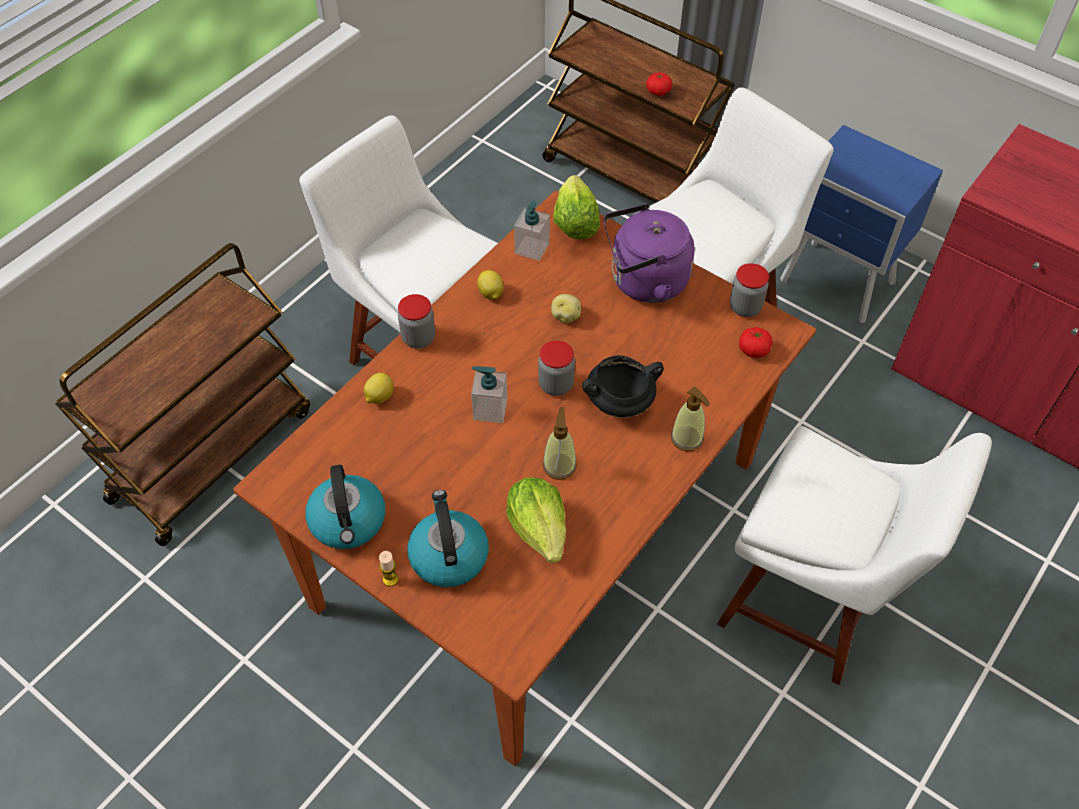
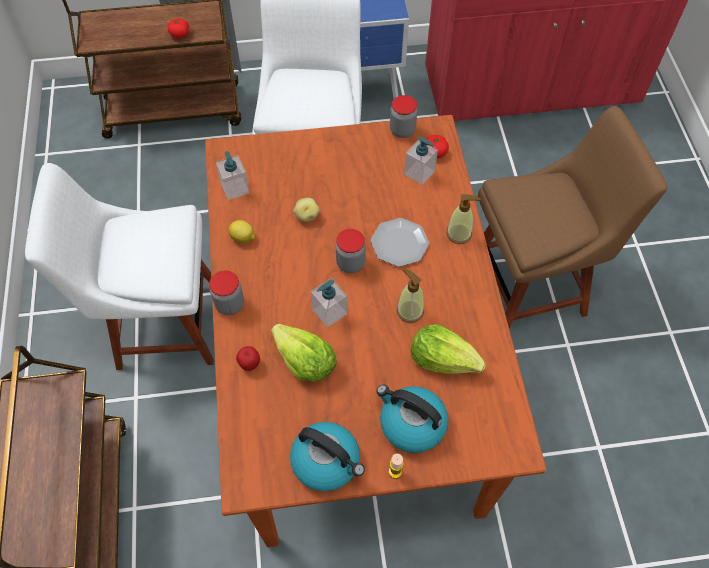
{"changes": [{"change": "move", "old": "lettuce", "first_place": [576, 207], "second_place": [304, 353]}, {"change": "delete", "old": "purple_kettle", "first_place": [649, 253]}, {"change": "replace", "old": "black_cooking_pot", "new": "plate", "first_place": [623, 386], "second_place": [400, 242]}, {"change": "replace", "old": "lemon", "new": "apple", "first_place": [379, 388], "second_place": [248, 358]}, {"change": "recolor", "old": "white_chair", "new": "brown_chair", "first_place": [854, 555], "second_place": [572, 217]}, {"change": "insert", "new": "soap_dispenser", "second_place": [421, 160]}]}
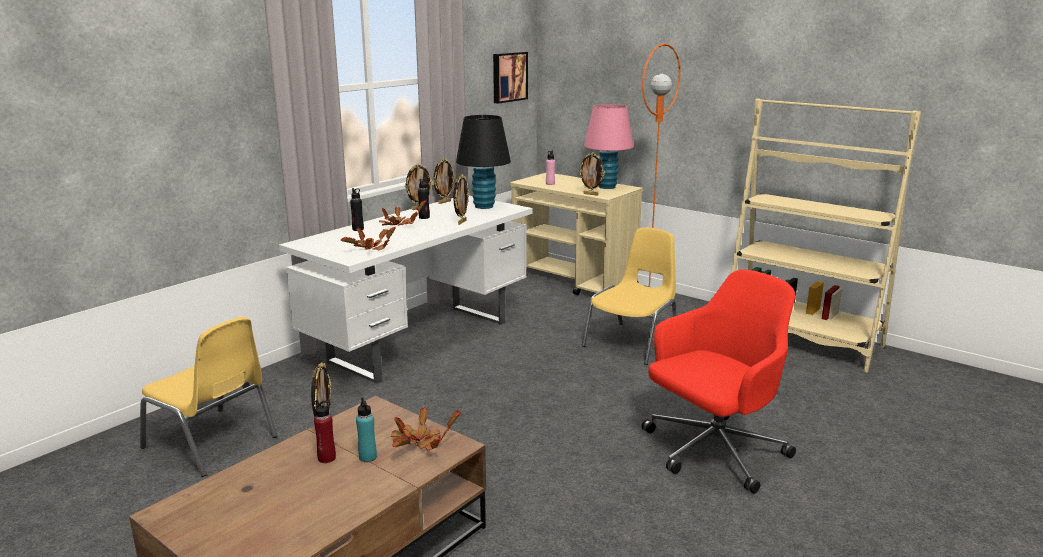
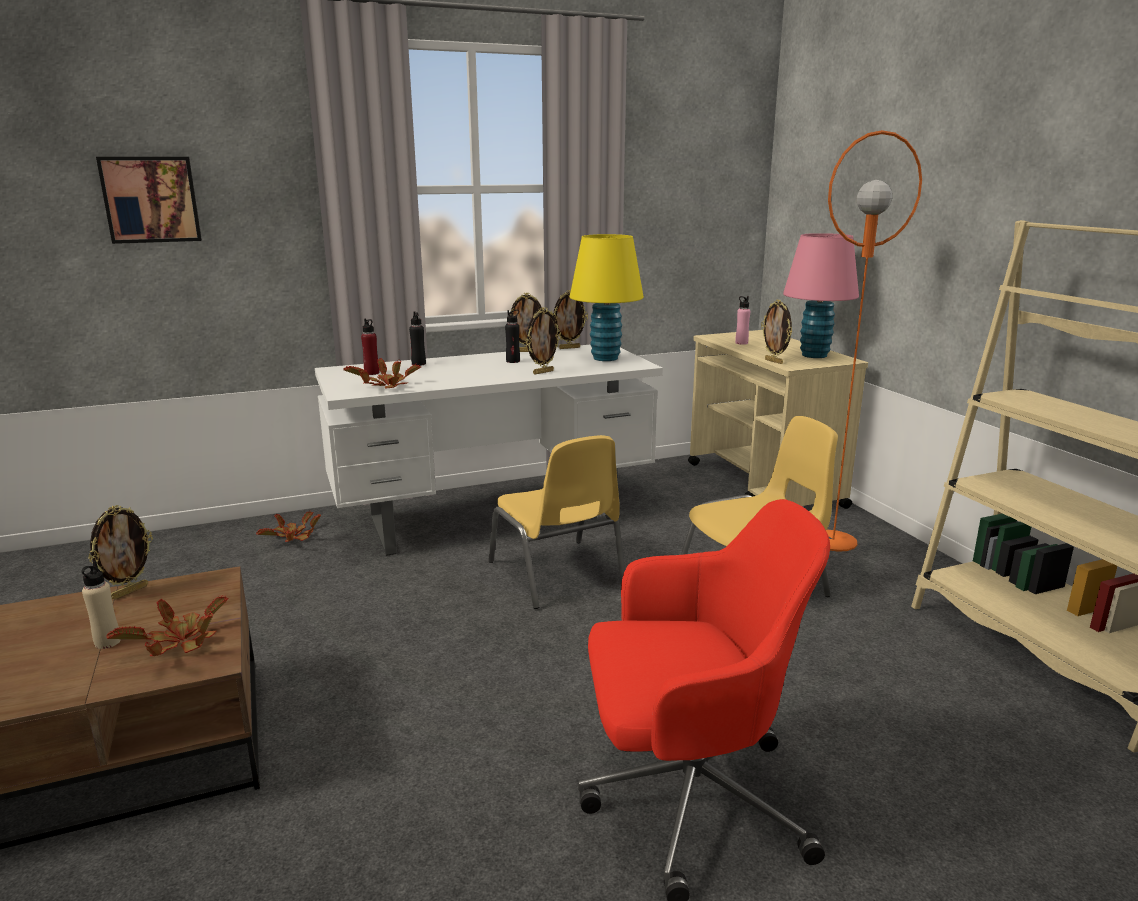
{"changes": [{"change": "move", "old": "picture", "first_place": [510, 78], "second_place": [149, 200]}, {"change": "recolor", "old": "black_table_lamp", "new": "yellow_table_lamp", "first_place": [483, 162], "second_place": [607, 297]}, {"change": "move", "old": "potted_plant", "first_place": [402, 213], "second_place": [288, 526]}, {"change": "move", "old": "yellow_chair", "first_place": [209, 397], "second_place": [556, 522]}, {"change": "recolor", "old": "turquoise_bottle", "new": "beige_bottle", "first_place": [366, 430], "second_place": [101, 605]}, {"change": "move", "old": "red_bottle", "first_place": [325, 431], "second_place": [370, 346]}]}
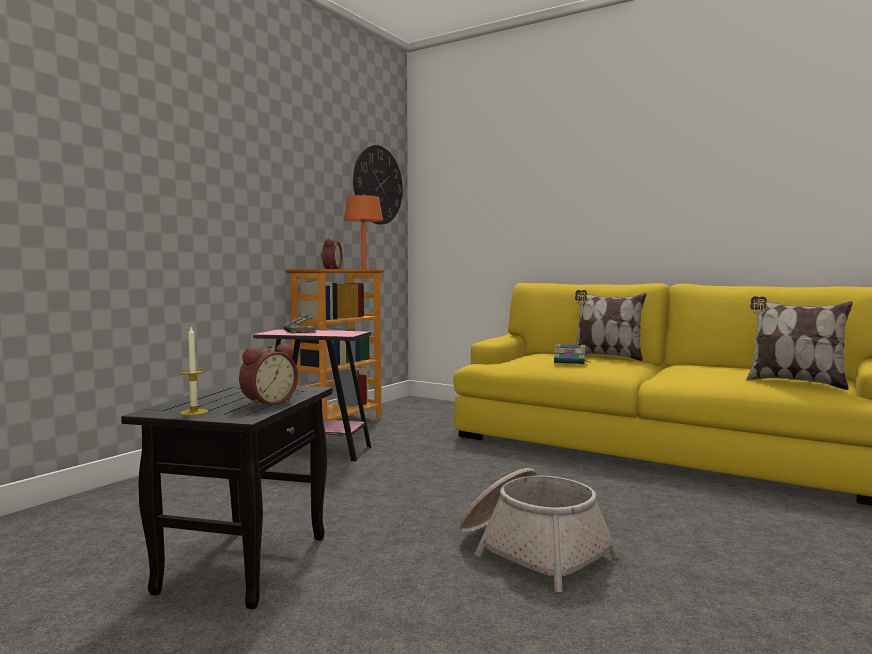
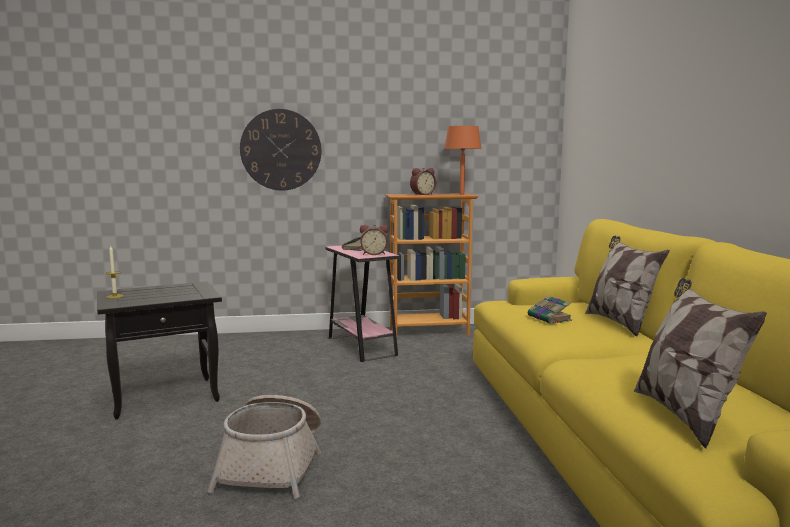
{"changes": [{"change": "move", "old": "wall_clock", "first_place": [378, 184], "second_place": [280, 150]}, {"change": "move", "old": "alarm_clock", "first_place": [268, 375], "second_place": [374, 240]}]}
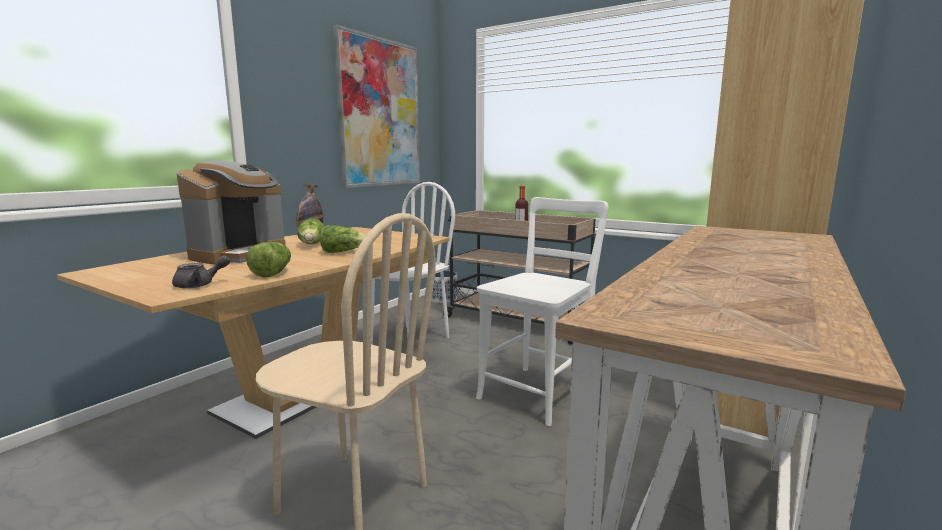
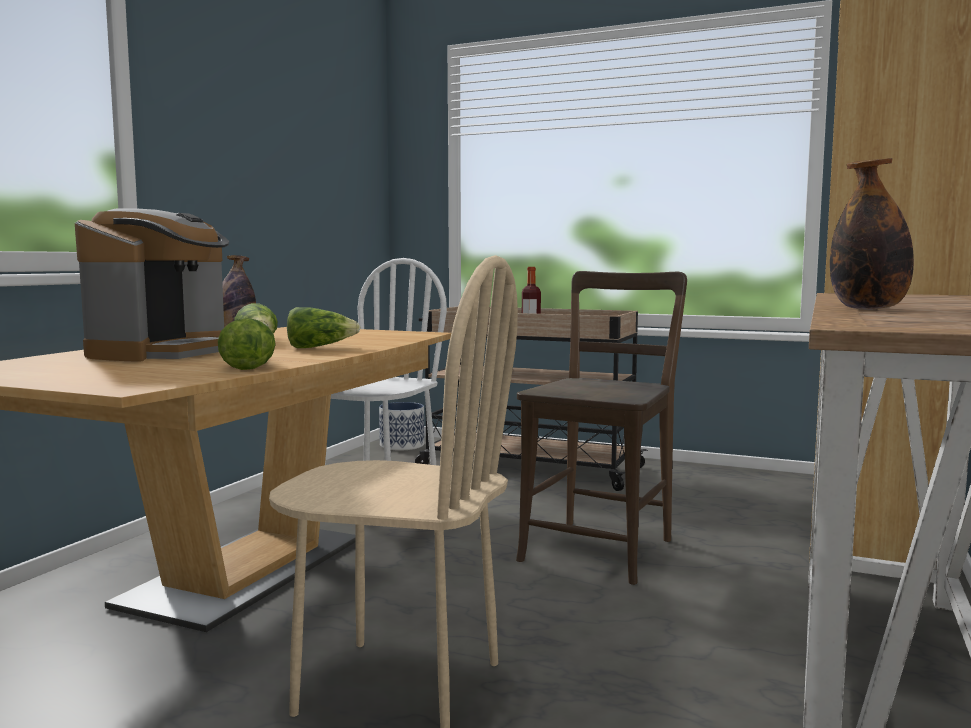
{"changes": [{"change": "delete", "old": "picture", "first_place": [376, 106]}, {"change": "recolor", "old": "white_chair", "new": "brown_chair", "first_place": [542, 311], "second_place": [601, 428]}, {"change": "delete", "old": "grey_teapot", "first_place": [201, 272]}, {"change": "insert", "new": "bottle", "second_place": [872, 233]}]}
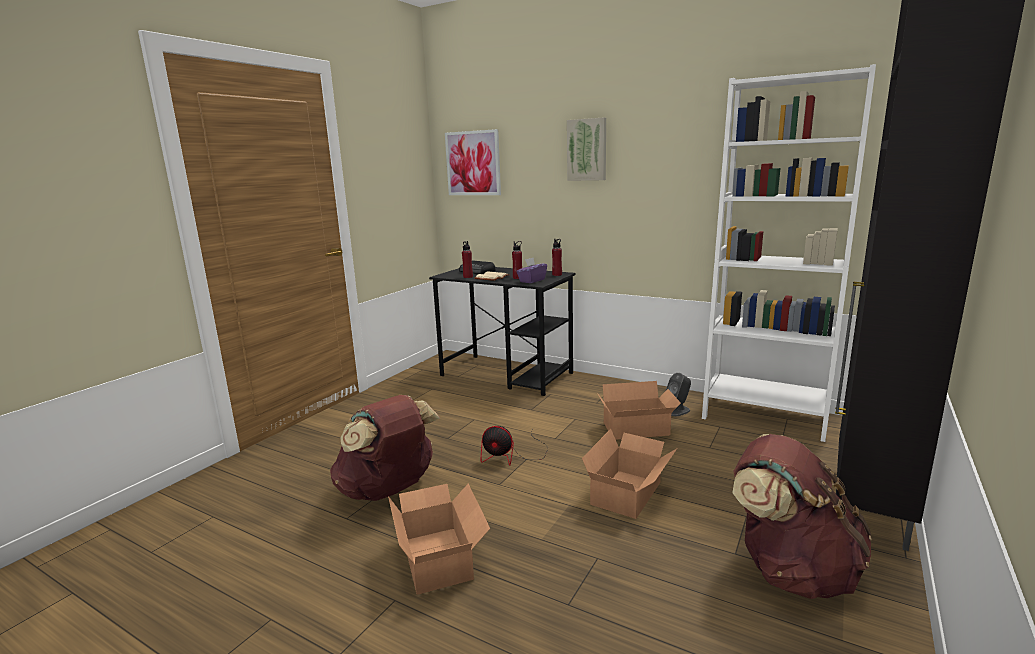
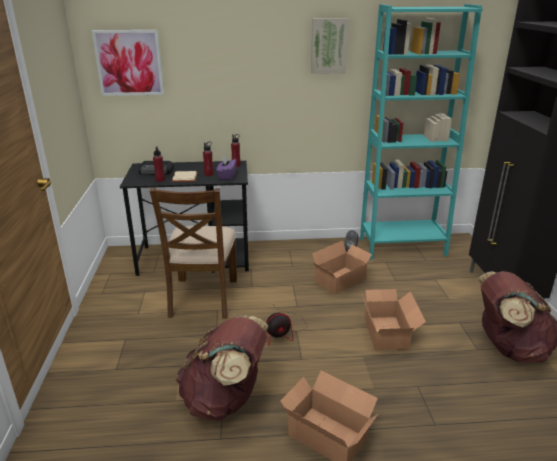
{"changes": [{"change": "recolor", "old": "white_bookcase", "new": "turquoise_bookcase", "first_place": [789, 253], "second_place": [421, 131]}, {"change": "move", "old": "picture", "first_place": [586, 149], "second_place": [330, 46]}, {"change": "insert", "new": "brown_chair", "second_place": [193, 253]}]}
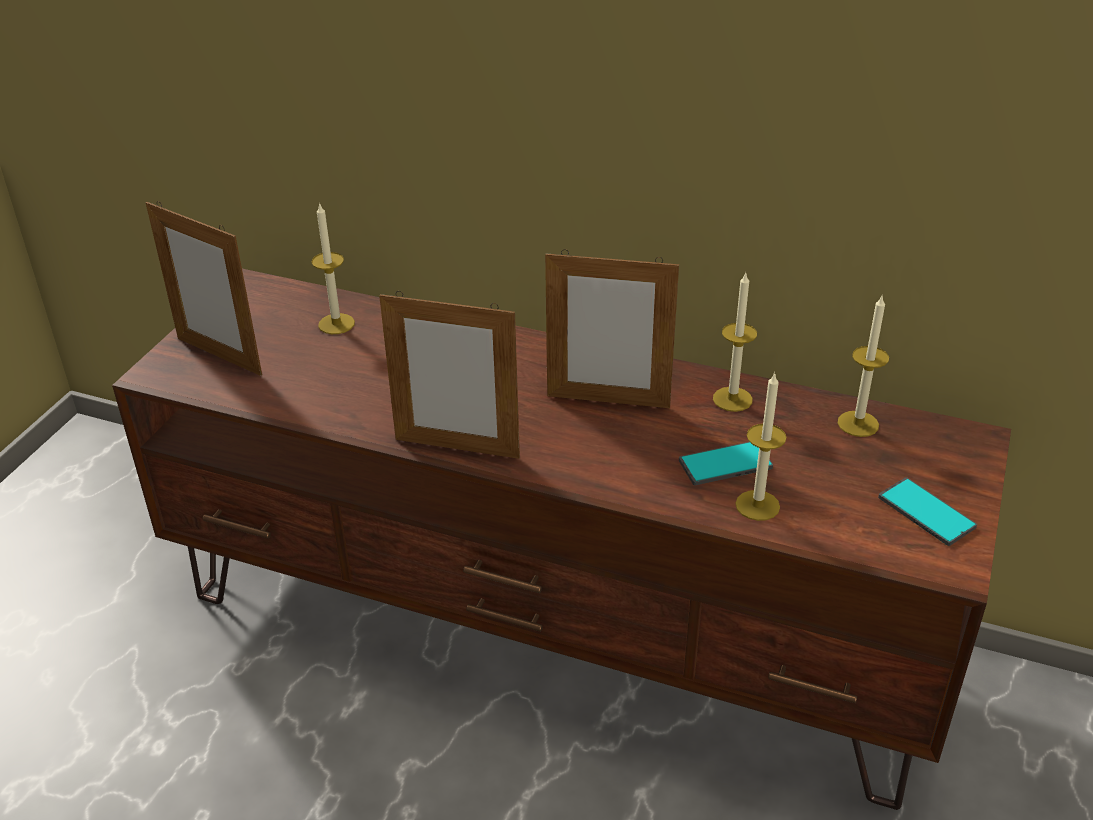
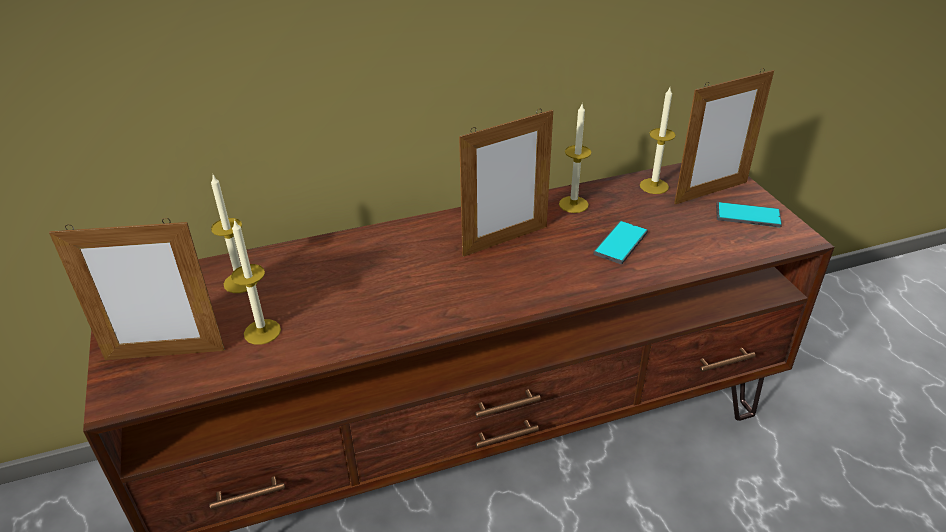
{"changes": [{"change": "move", "old": "picture_frame", "first_place": [449, 375], "second_place": [724, 136]}, {"change": "move", "old": "candle", "first_place": [761, 446], "second_place": [256, 282]}]}
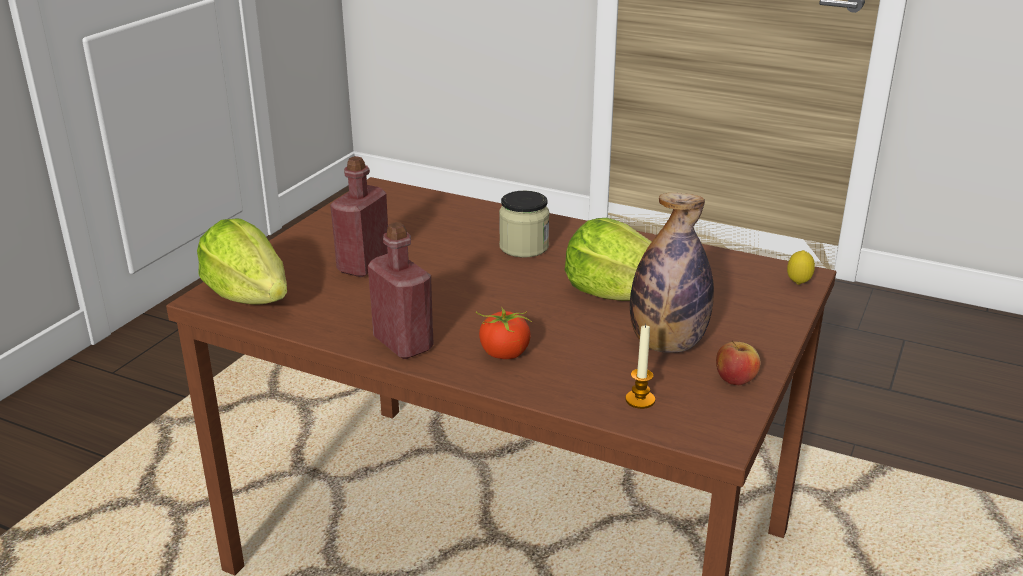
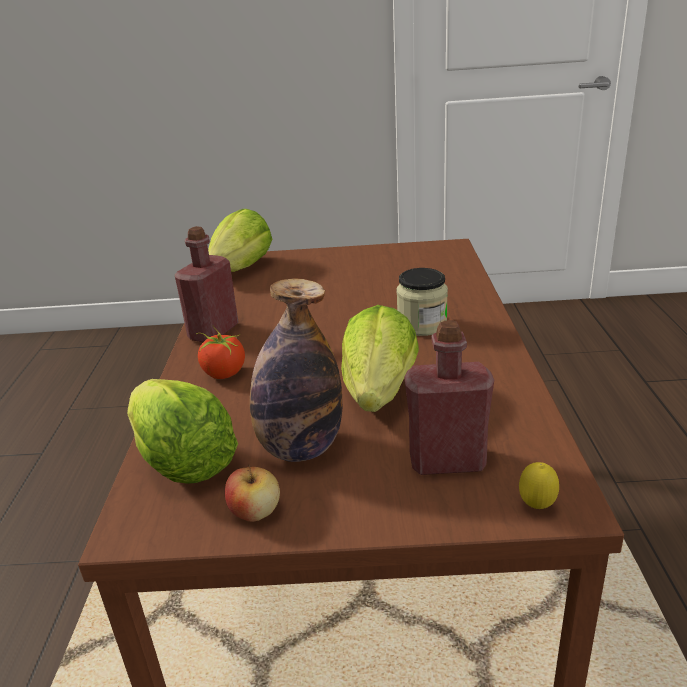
{"changes": [{"change": "move", "old": "red_bottle", "first_place": [359, 216], "second_place": [449, 397]}, {"change": "replace", "old": "candle", "new": "lettuce", "first_place": [640, 366], "second_place": [182, 431]}]}
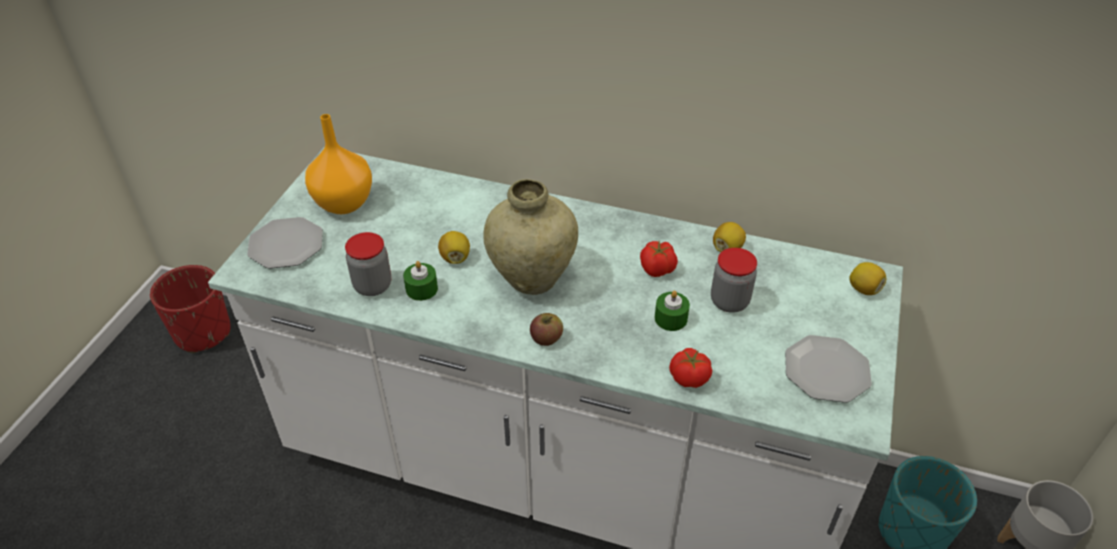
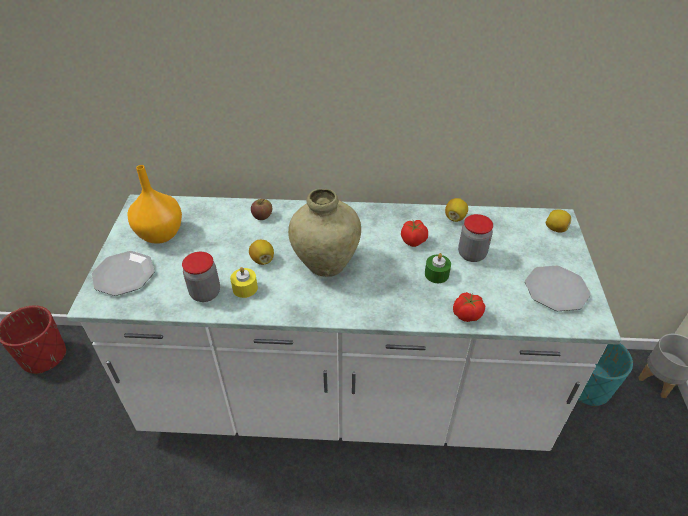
{"changes": [{"change": "recolor", "old": "green_candle", "new": "yellow_candle", "first_place": [420, 281], "second_place": [244, 282]}, {"change": "move", "old": "apple", "first_place": [546, 329], "second_place": [261, 209]}]}
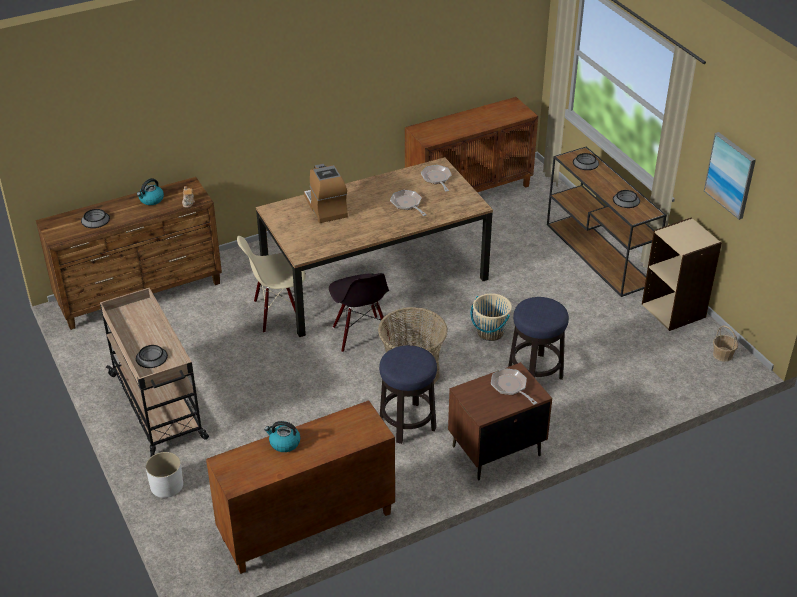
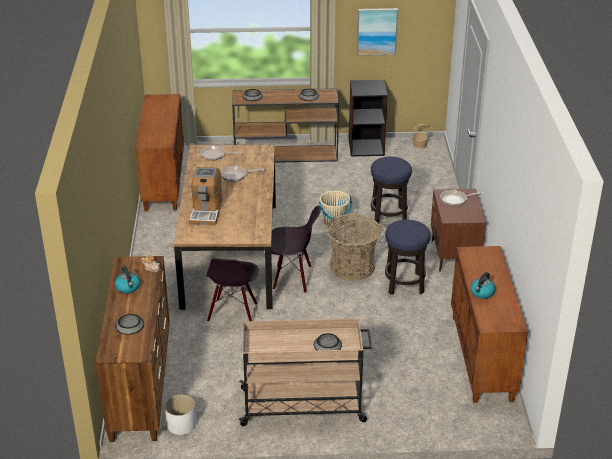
{"changes": [{"change": "rotate", "old": "coffee_machine", "first_place": [326, 193], "second_place": [206, 196], "degrees": -90}, {"change": "recolor", "old": "beige_bookcase", "new": "black_bookcase", "first_place": [682, 274], "second_place": [368, 118]}, {"change": "recolor", "old": "beige_chair", "new": "black_chair", "first_place": [271, 284], "second_place": [232, 290]}, {"change": "move", "old": "white_planter", "first_place": [164, 475], "second_place": [180, 415]}]}
